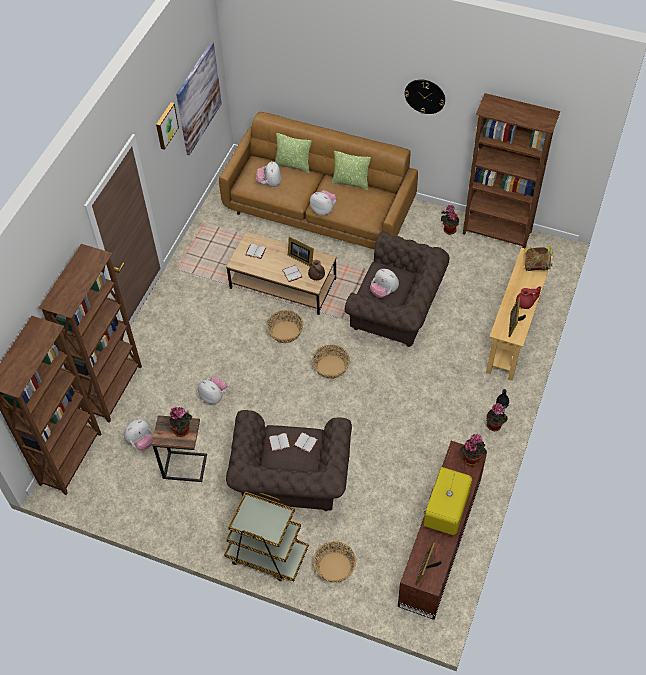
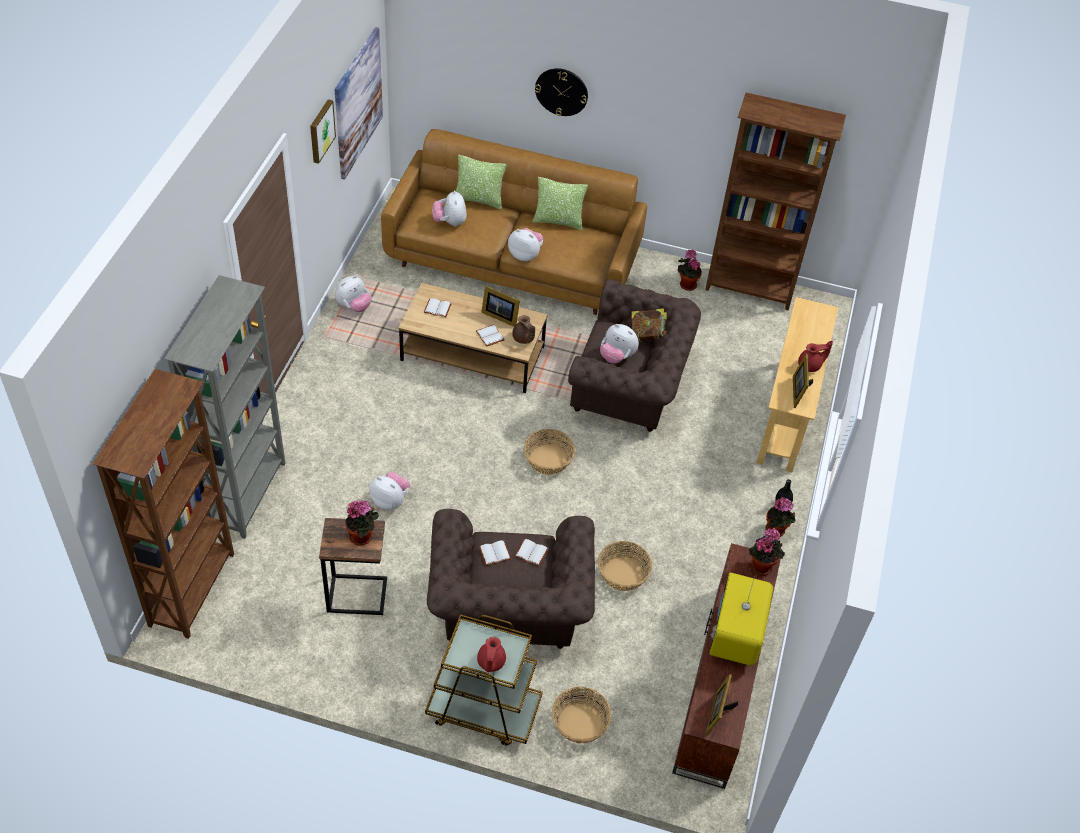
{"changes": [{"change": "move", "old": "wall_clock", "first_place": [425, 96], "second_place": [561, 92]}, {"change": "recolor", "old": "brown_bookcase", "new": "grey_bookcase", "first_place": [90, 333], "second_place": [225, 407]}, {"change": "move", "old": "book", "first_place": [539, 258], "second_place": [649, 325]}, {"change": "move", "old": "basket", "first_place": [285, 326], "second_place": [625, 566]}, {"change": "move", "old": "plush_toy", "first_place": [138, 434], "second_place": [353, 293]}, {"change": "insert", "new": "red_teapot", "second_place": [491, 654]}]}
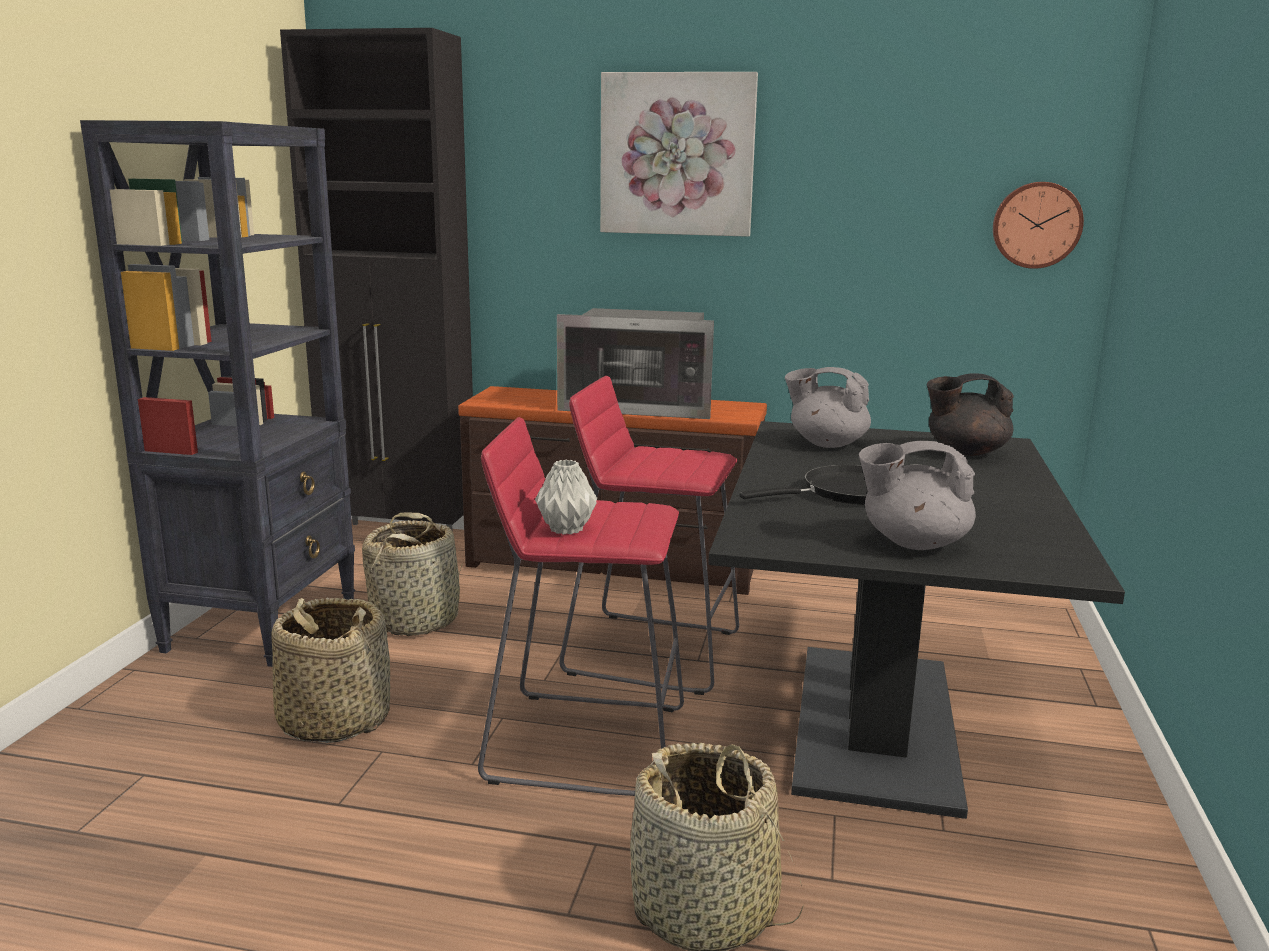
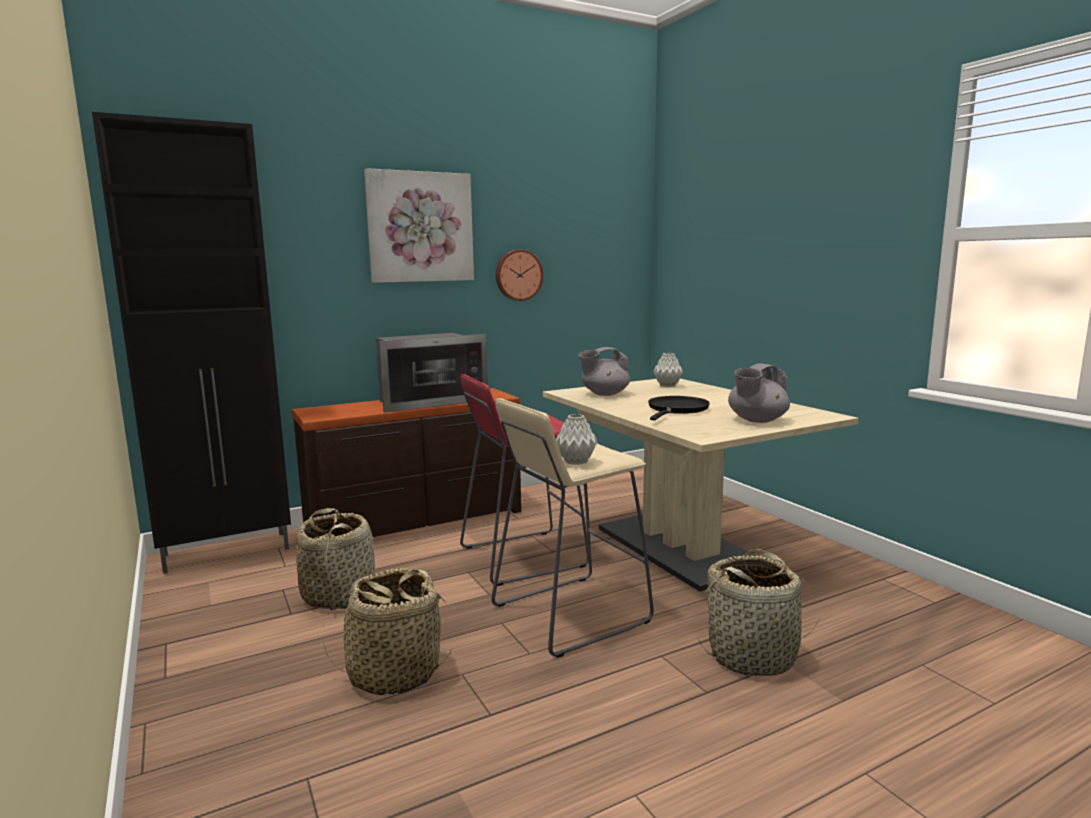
{"changes": [{"change": "delete", "old": "black_bookcase", "first_place": [217, 393]}, {"change": "move", "old": "wall_clock", "first_place": [1038, 225], "second_place": [520, 275]}, {"change": "replace", "old": "black_teapot", "new": "grey_vase", "first_place": [970, 414], "second_place": [668, 370]}, {"change": "recolor", "old": "red_stool", "new": "beige_stool", "first_place": [581, 606], "second_place": [572, 528]}, {"change": "recolor", "old": "black_dining_table", "new": "beige_dining_table", "first_place": [916, 620], "second_place": [701, 485]}]}
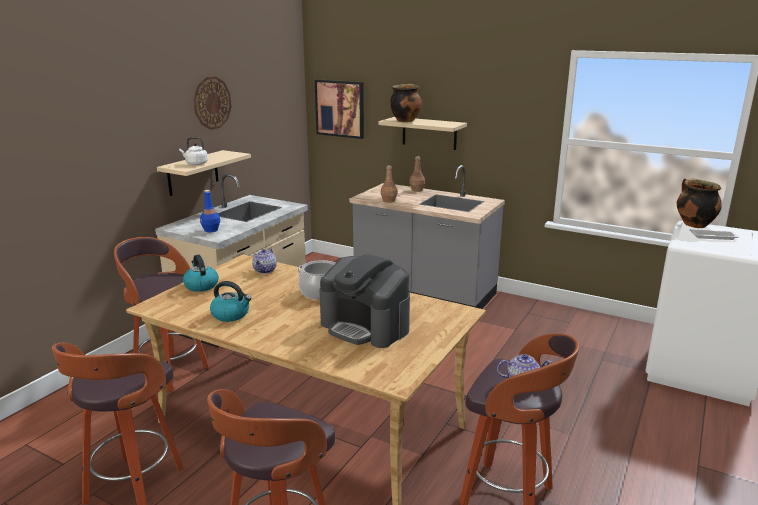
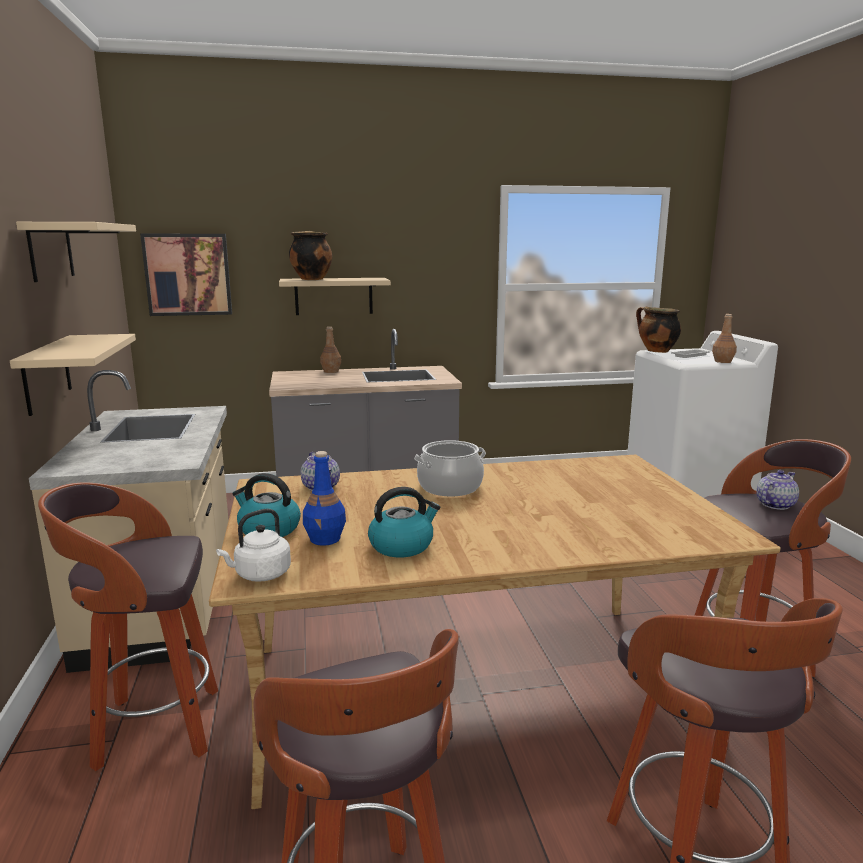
{"changes": [{"change": "replace", "old": "wall_clock", "new": "beige_shelf", "first_place": [212, 103], "second_place": [76, 252]}, {"change": "move", "old": "white_kettle", "first_place": [193, 151], "second_place": [253, 545]}, {"change": "move", "old": "brown_bottle", "first_place": [389, 184], "second_place": [724, 338]}, {"change": "move", "old": "blue_bottle", "first_place": [210, 211], "second_place": [324, 498]}, {"change": "delete", "old": "coffee_machine", "first_place": [364, 301]}]}
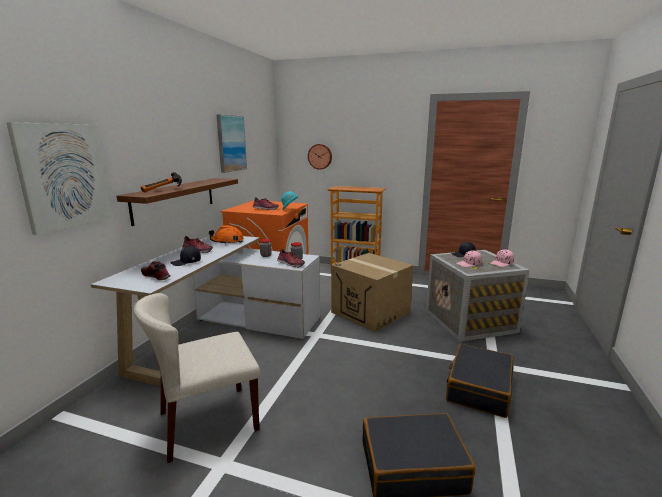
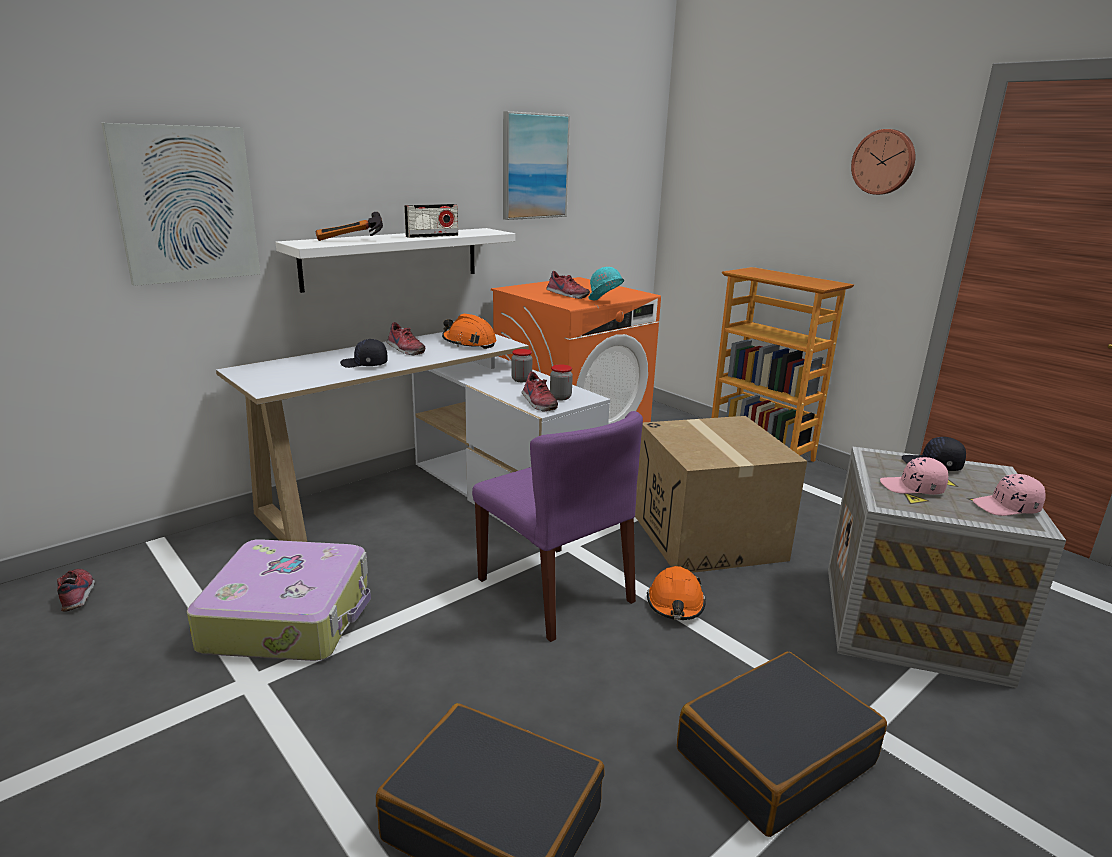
{"changes": [{"change": "move", "old": "wall_clock", "first_place": [320, 157], "second_place": [883, 162]}, {"change": "recolor", "old": "brown_shelf", "new": "white_shelf", "first_place": [177, 202], "second_place": [395, 260]}, {"change": "move", "old": "shoe", "first_place": [156, 270], "second_place": [76, 590]}, {"change": "replace", "old": "beige_chair", "new": "suitcase", "first_place": [197, 378], "second_place": [279, 600]}, {"change": "insert", "new": "radio", "second_place": [431, 221]}, {"change": "insert", "new": "purple_chair", "second_place": [557, 526]}, {"change": "insert", "new": "orange_hard_hat", "second_place": [676, 593]}]}
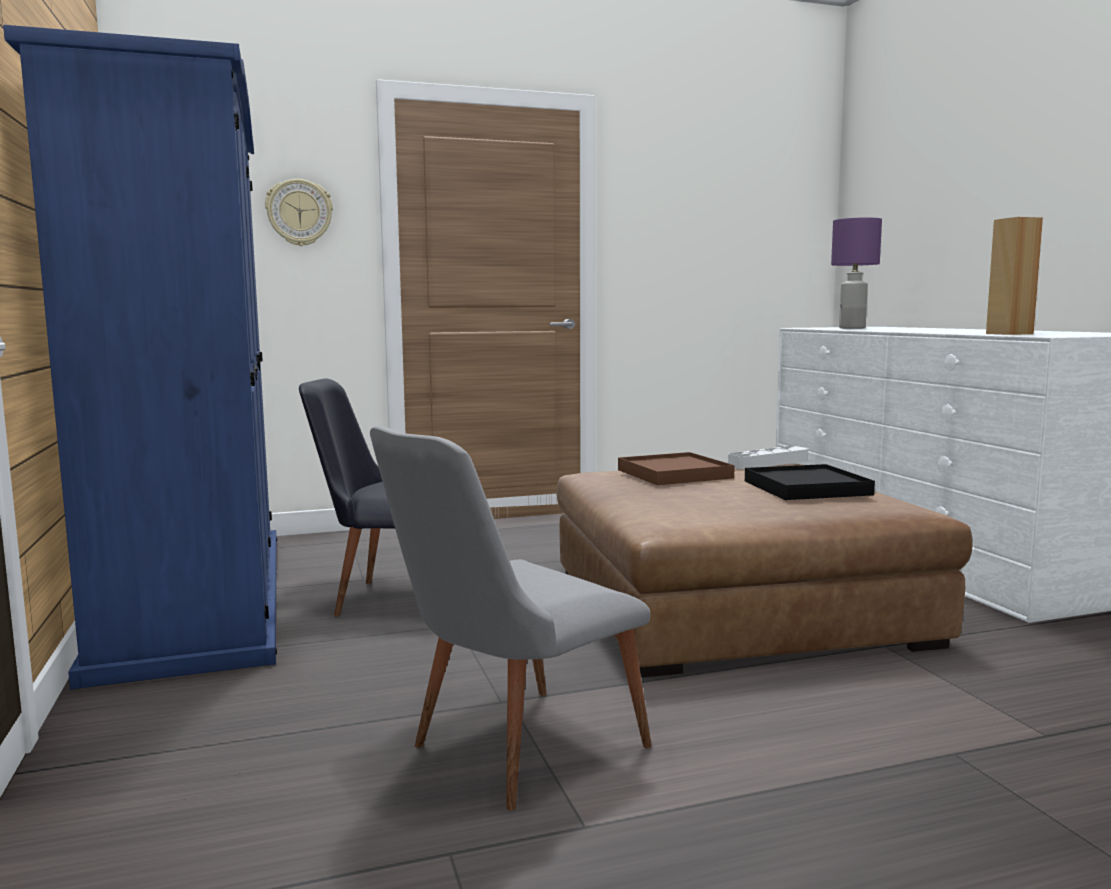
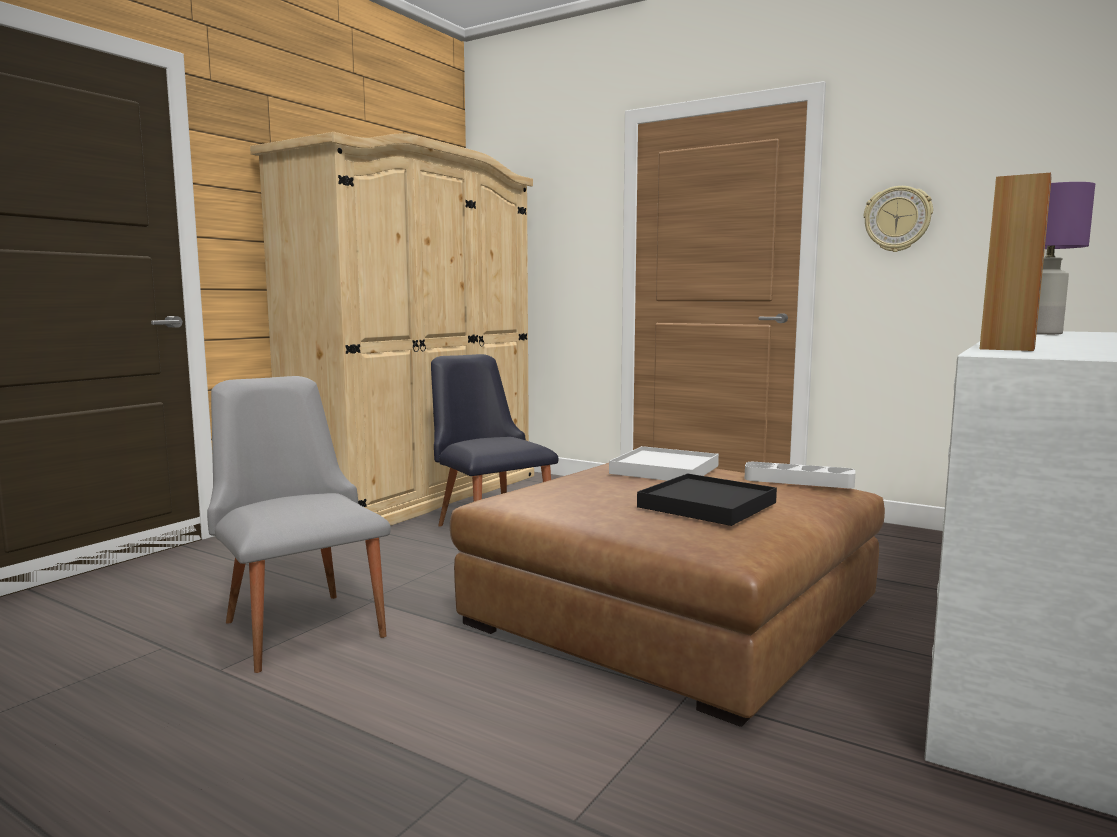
{"changes": [{"change": "recolor", "old": "blue_wardrobe", "new": "beige_wardrobe", "first_place": [140, 357], "second_place": [392, 329]}, {"change": "move", "old": "wall_clock", "first_place": [299, 212], "second_place": [898, 219]}, {"change": "rotate", "old": "grey_chair", "first_place": [511, 618], "second_place": [299, 524], "degrees": 45}, {"change": "recolor", "old": "brown_tray", "new": "white_tray", "first_place": [676, 468], "second_place": [664, 463]}]}
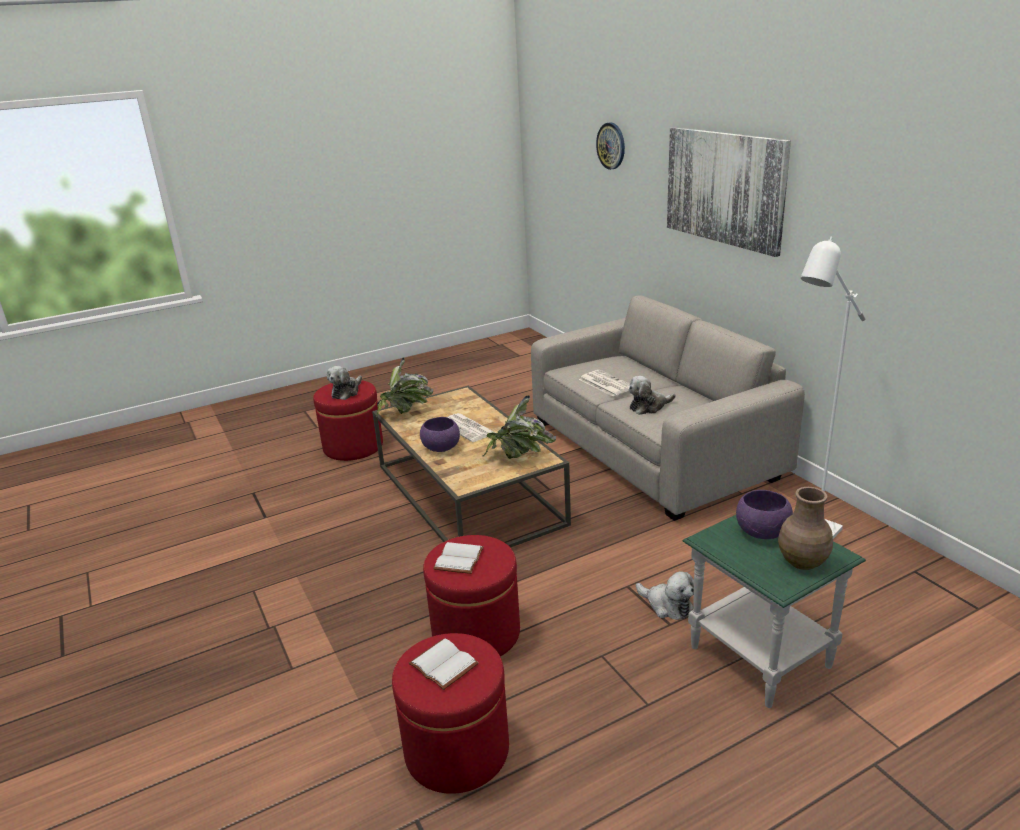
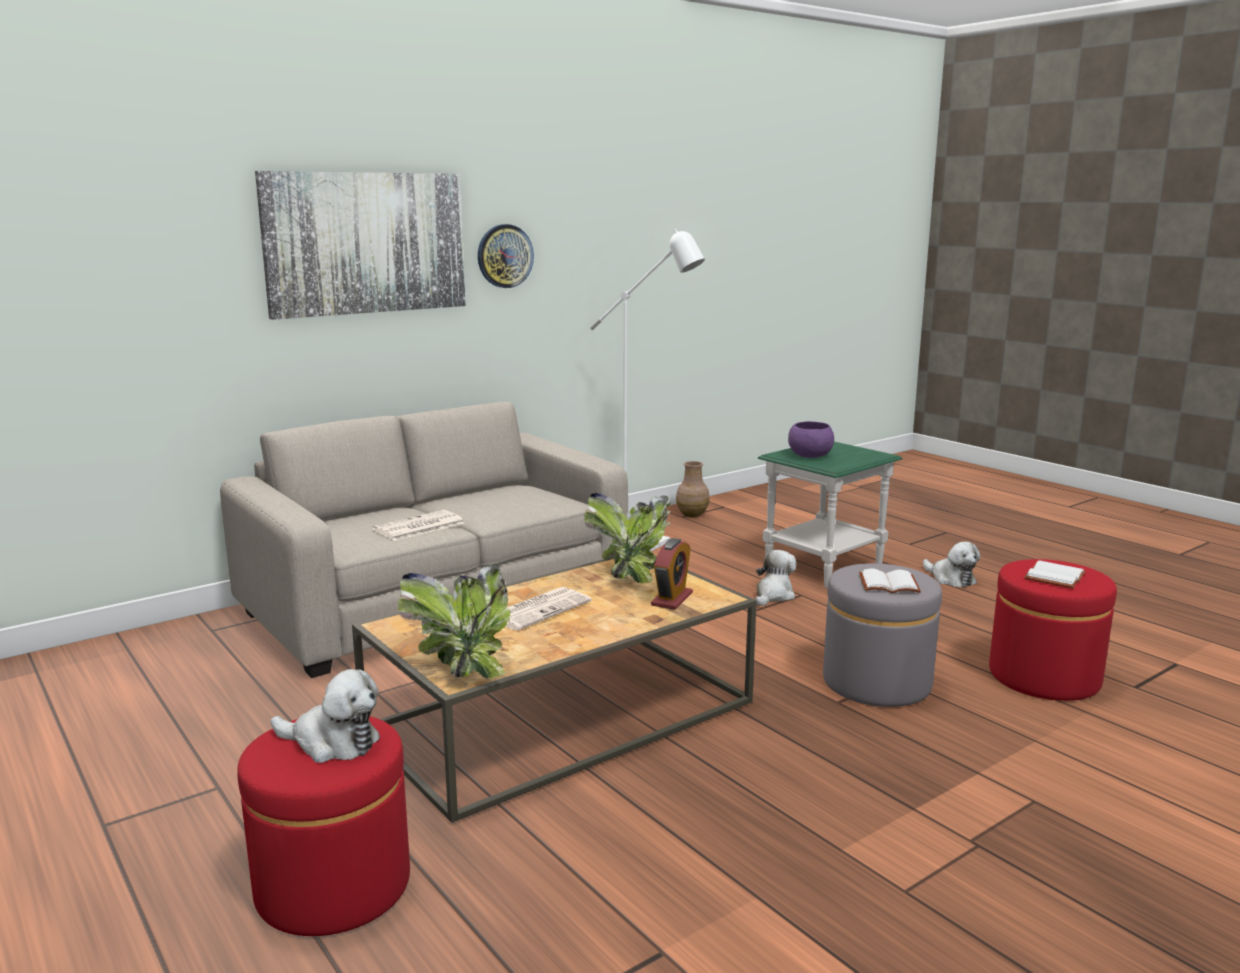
{"changes": [{"change": "move", "old": "wall_clock", "first_place": [610, 146], "second_place": [506, 256]}, {"change": "move", "old": "plush_toy", "first_place": [652, 395], "second_place": [952, 564]}, {"change": "delete", "old": "purple_bowl", "first_place": [440, 434]}, {"change": "move", "old": "brown_vase", "first_place": [805, 528], "second_place": [693, 489]}, {"change": "recolor", "old": "red_ottoman", "new": "grey_ottoman", "first_place": [471, 595], "second_place": [882, 635]}, {"change": "insert", "new": "alarm_clock", "second_place": [672, 574]}]}
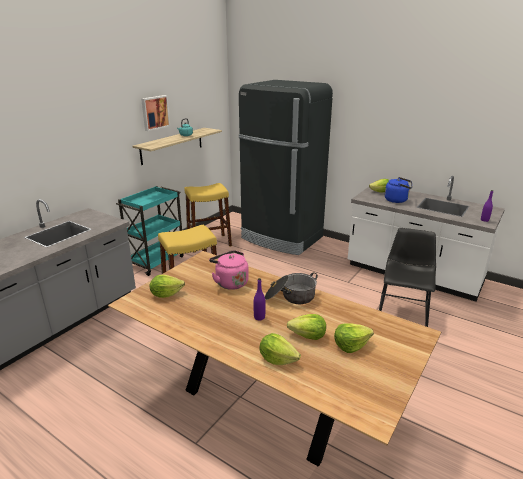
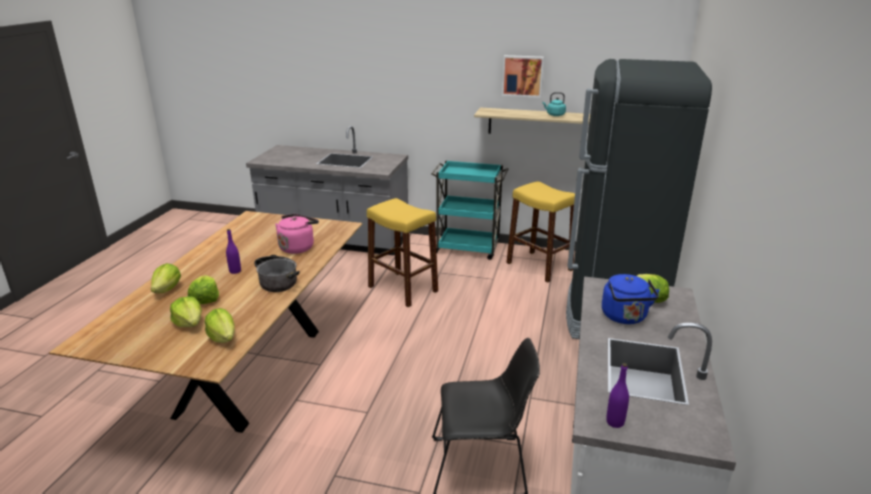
{"changes": [{"change": "move", "old": "lettuce", "first_place": [167, 286], "second_place": [220, 325]}]}
